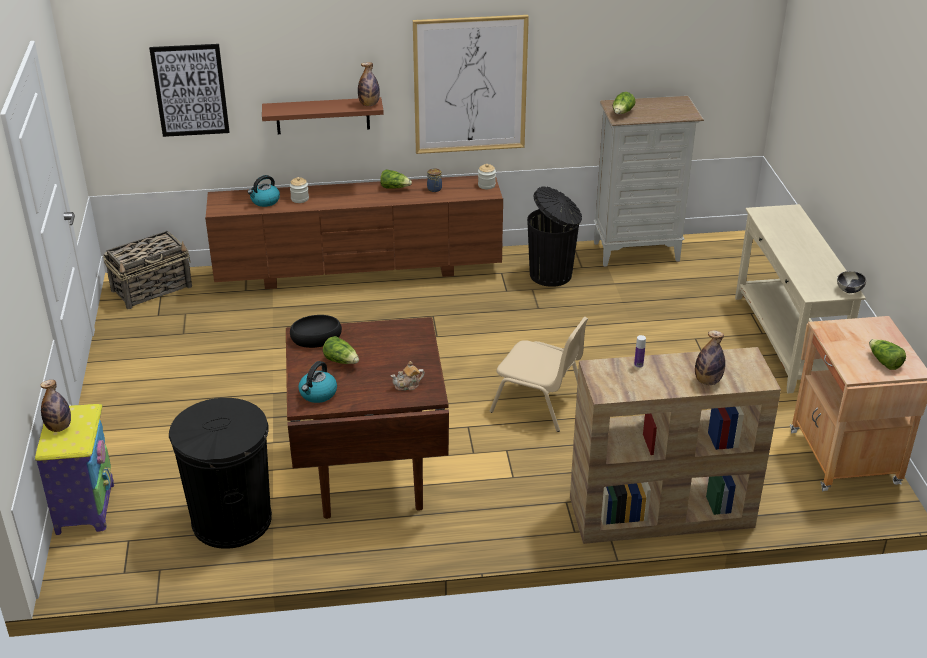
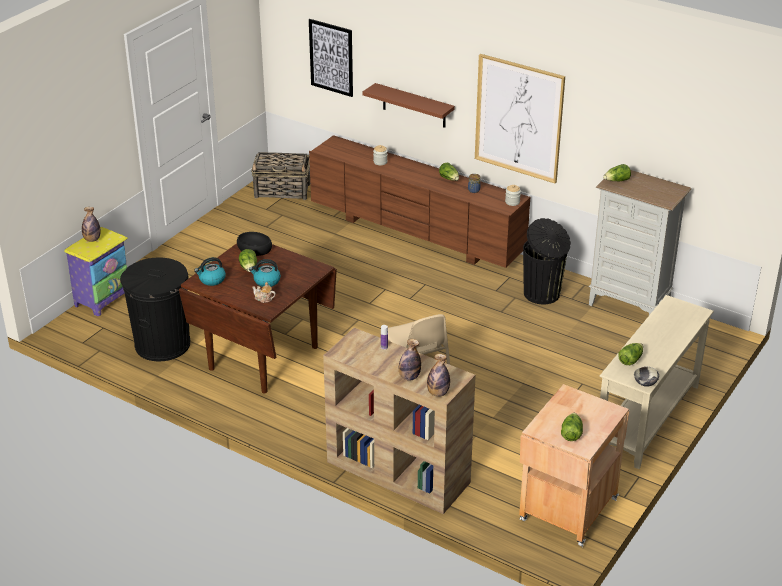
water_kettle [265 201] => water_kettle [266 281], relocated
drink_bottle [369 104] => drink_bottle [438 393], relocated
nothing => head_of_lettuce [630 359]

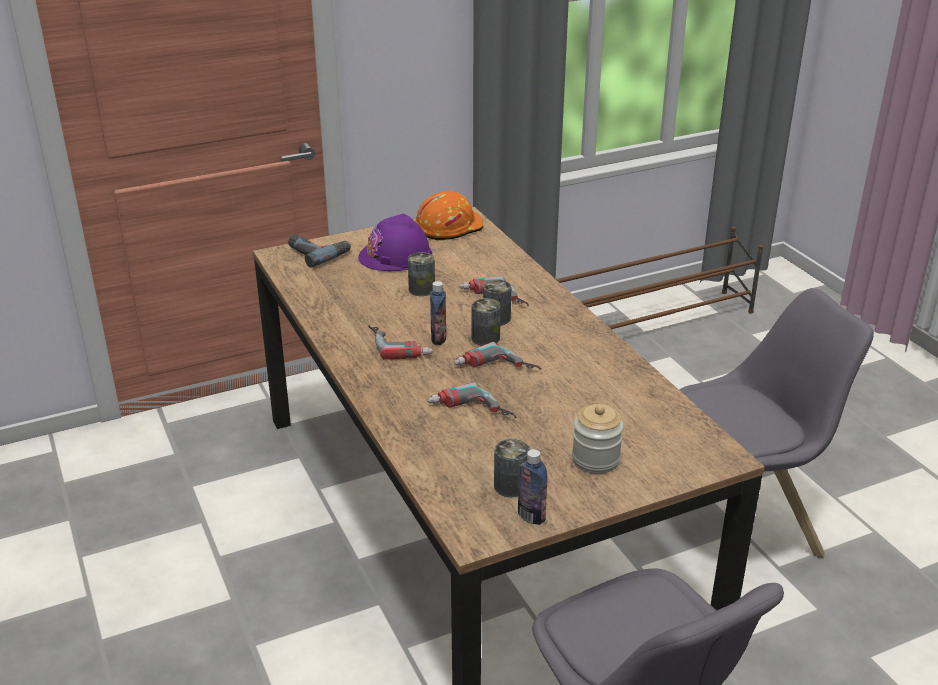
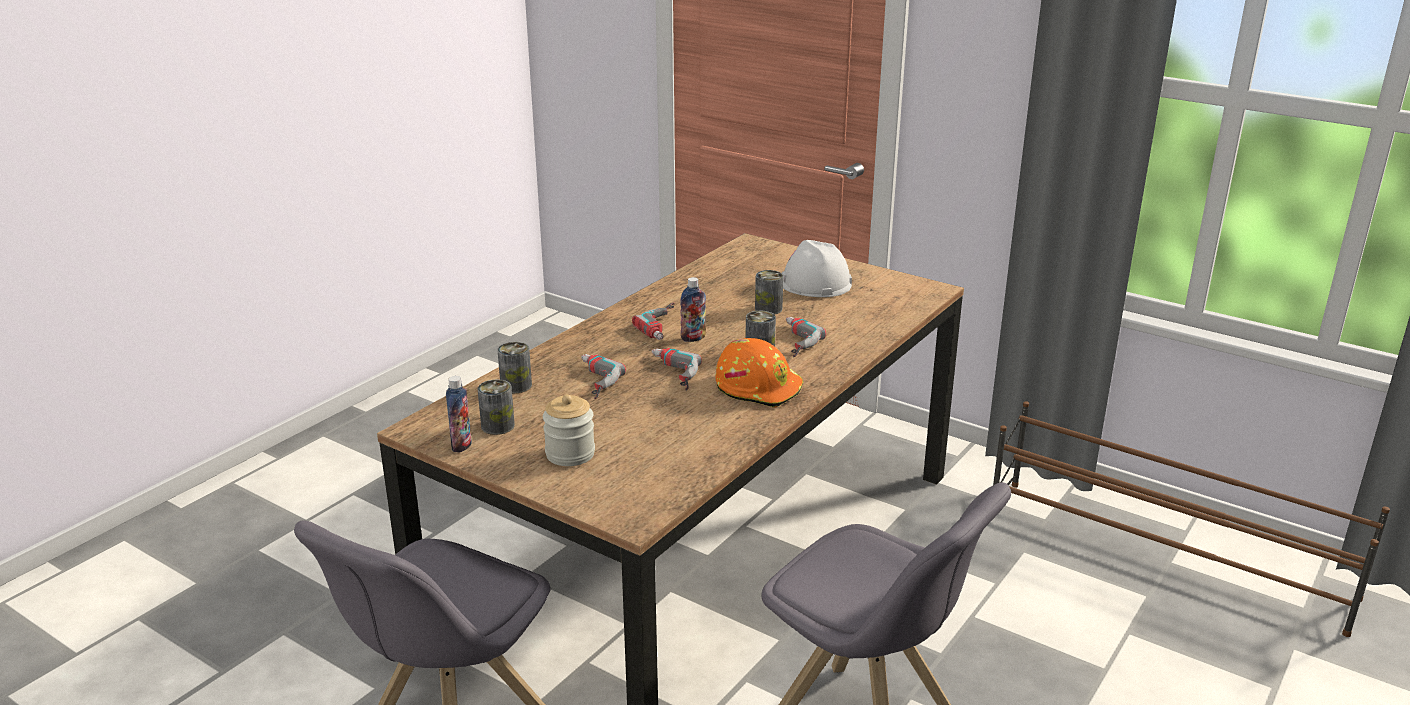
metal_can [485 338] => metal_can [516 385], relocated
orange_work_helmet [448 227] => orange_work_helmet [759 387], relocated
purple_work_helmet [395 256] => whitish_work_helmet [813 283]
drill [318 252] => nothing

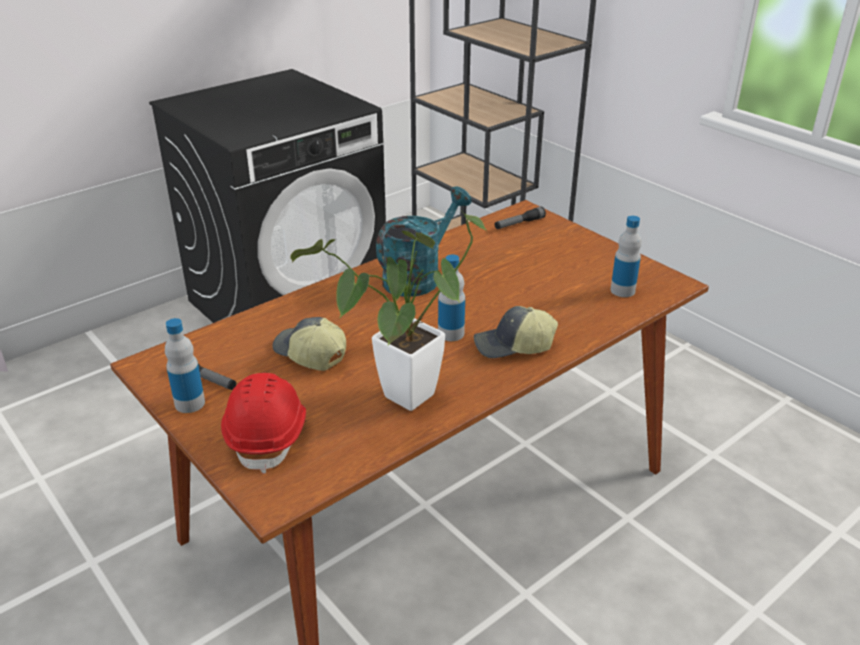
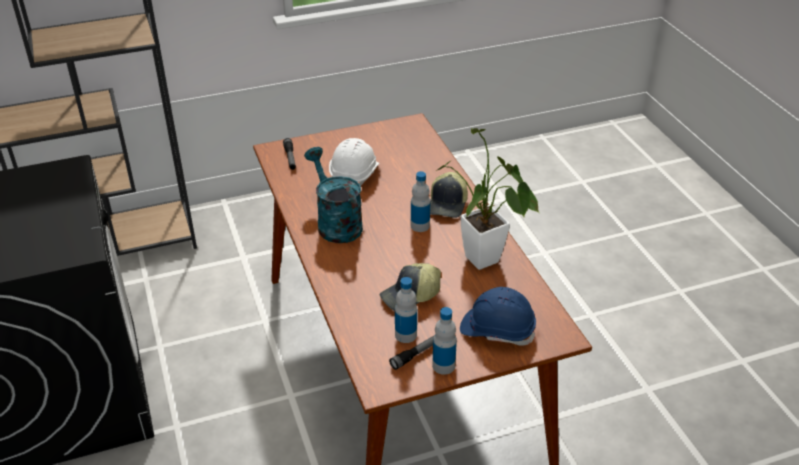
nothing => whitish_work_helmet [355 175]
drink_bottle [622 290] => drink_bottle [405 335], relocated
red-coloured_work_helmet [268 435] => blue_work_helmet [497 330]

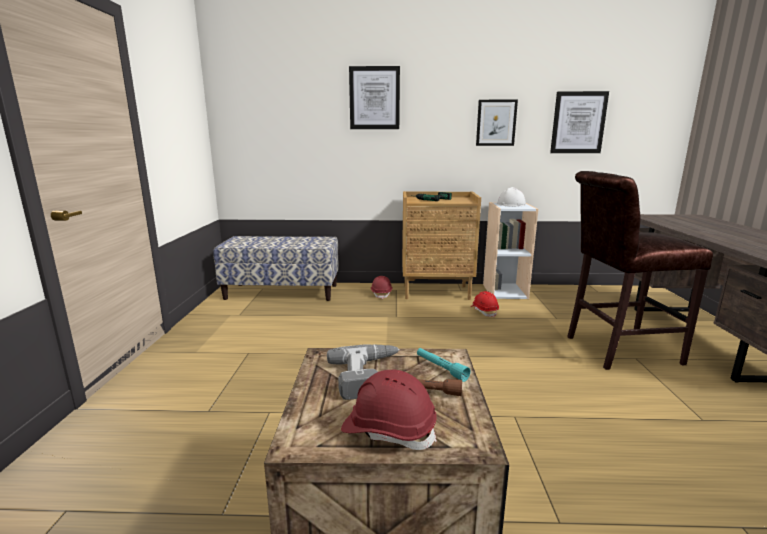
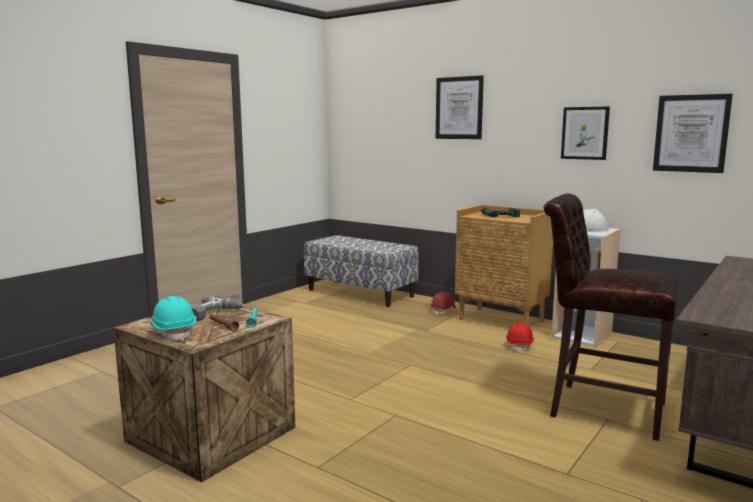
red-coloured_work_helmet [388 430] => blue-green_work_helmet [174 332]

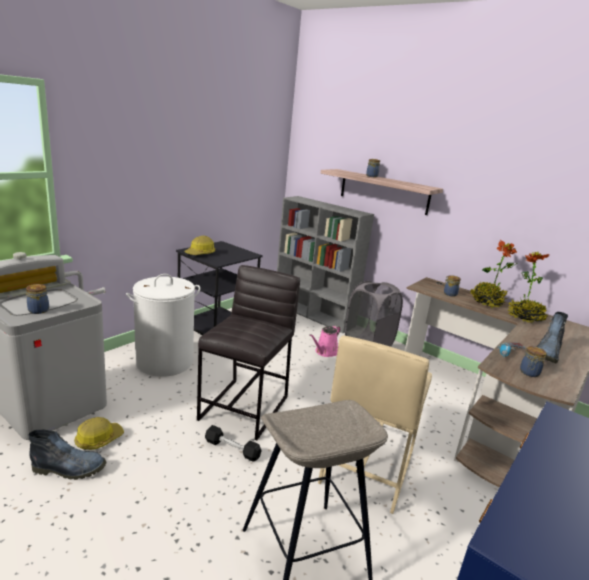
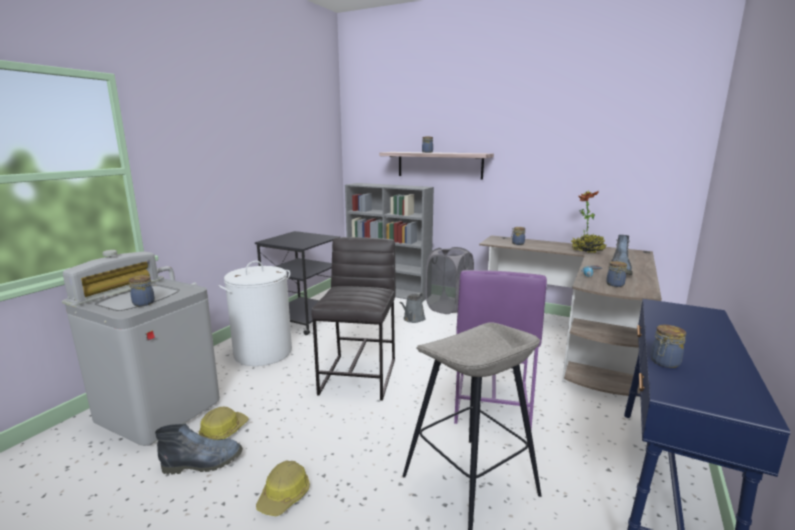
work_helmet [200 253] => work_helmet [284 496], relocated
pinkish_sprinkling_can [325 352] => greyish_sprinkling_can [413 319]
beige-coloured_stool [366 467] => purple_stool [491 402]
nothing => preserve_jar [664 362]
black_dumbbell [232 449] => nothing
potted_plant [486 302] => nothing

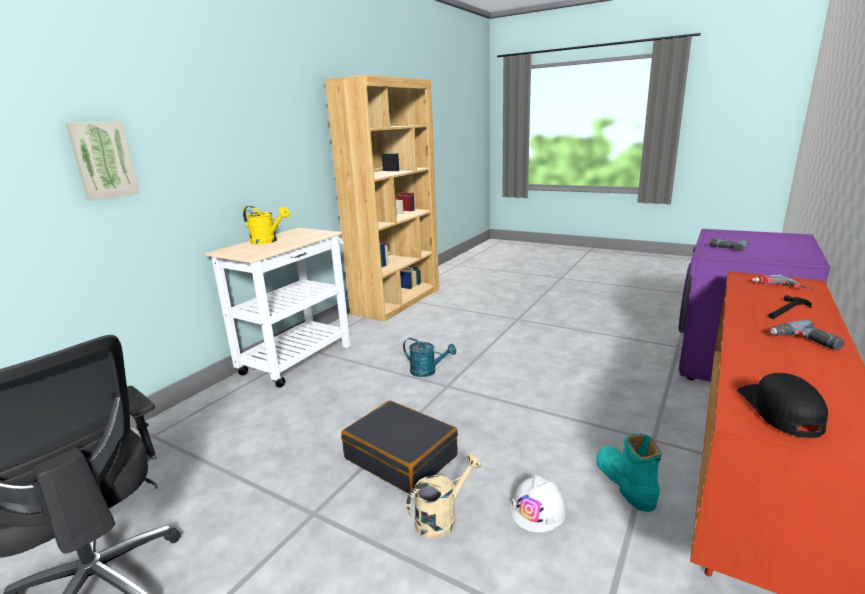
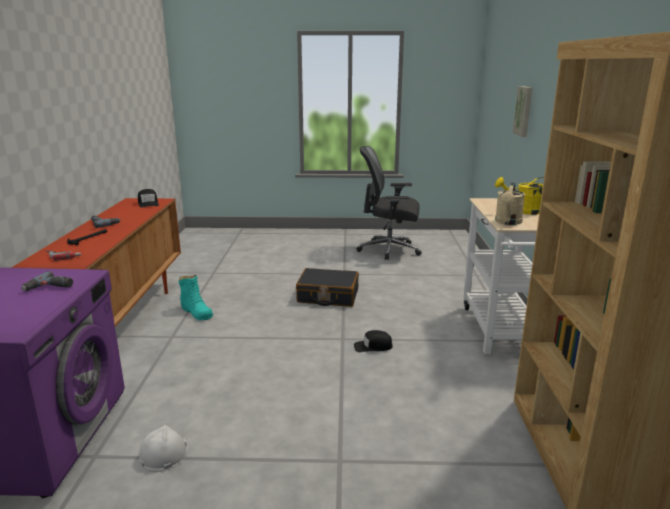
whitish_work_helmet [537 509] => whitish_work_helmet [164 454], relocated
blue-green_sprinkling_can [427 371] => black_peaked_cap [373 346]
beige-coloured_sprinkling_can [442 518] => beige-coloured_sprinkling_can [508 222], relocated

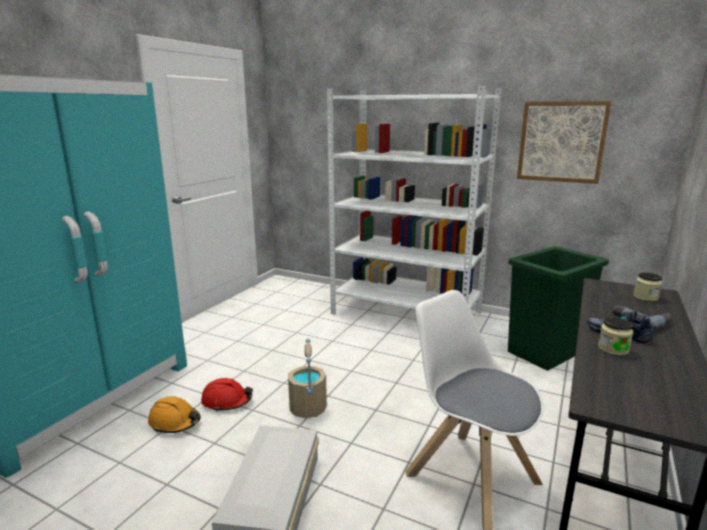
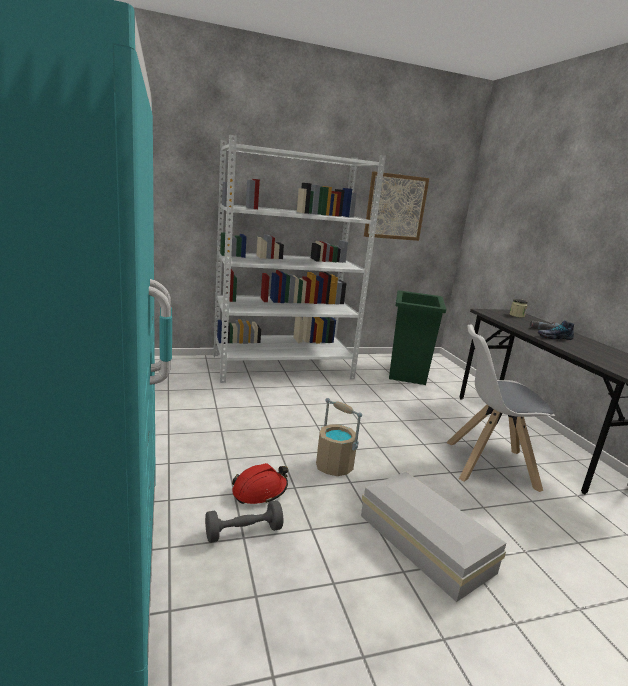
orange_work_helmet [175 422] => greyish_dumbbell [243 532]
preserve_jar [613 349] => nothing

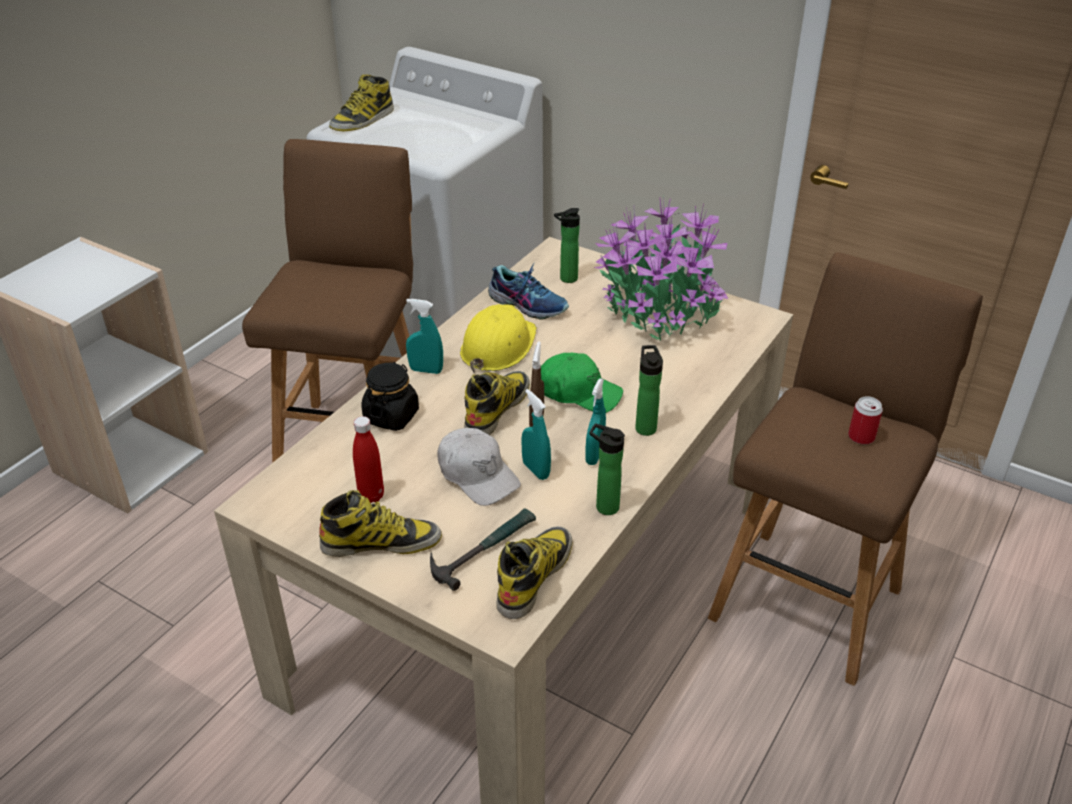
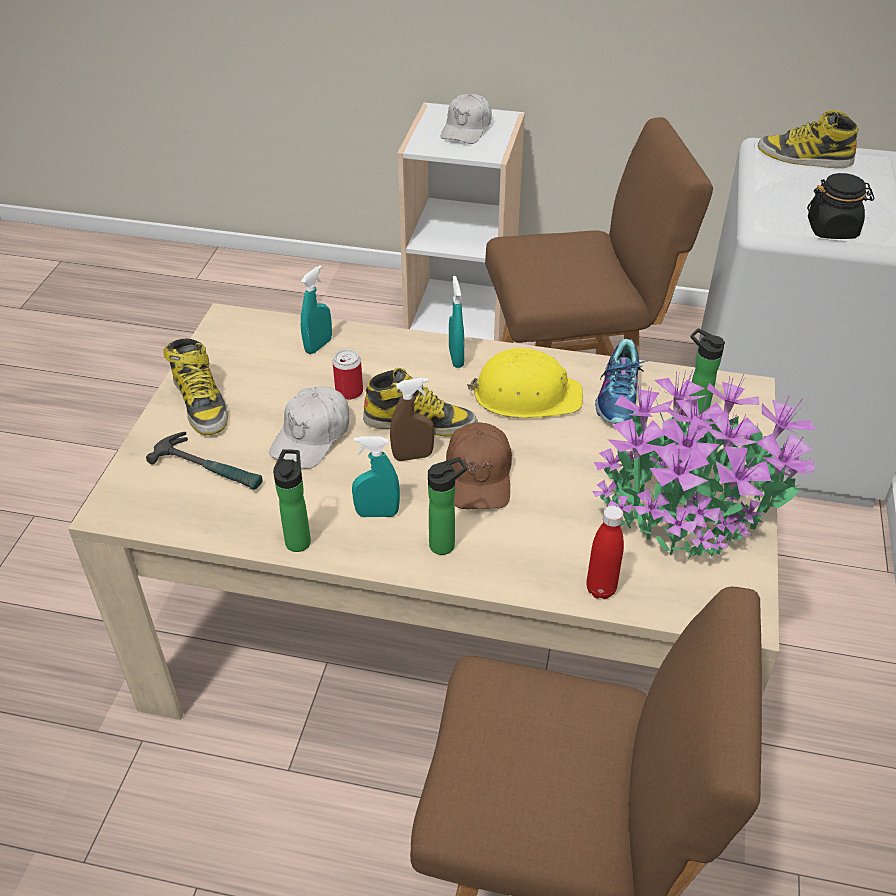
blue-green_spray_bottle [536 470] => blue-green_spray_bottle [318 346], relocated
metal_can [861 437] => metal_can [349 392], relocated
nothing => whitish_peaked_cap [466 129]
green_peaked_cap [579 392] => brown-coloured_peaked_cap [479 476]
red-coloured_drink_bottle [371 496] => red-coloured_drink_bottle [600 589], relocated
black_preserve_jar [391 416] => black_preserve_jar [832 229], relocated
high-top_boot [534 575] => nothing

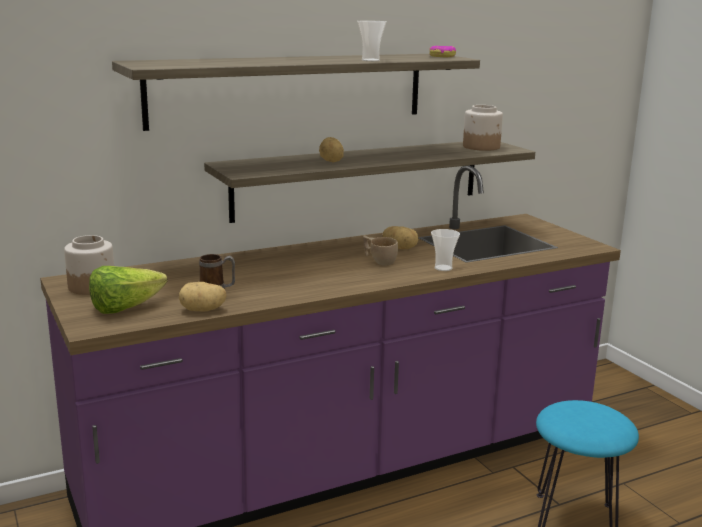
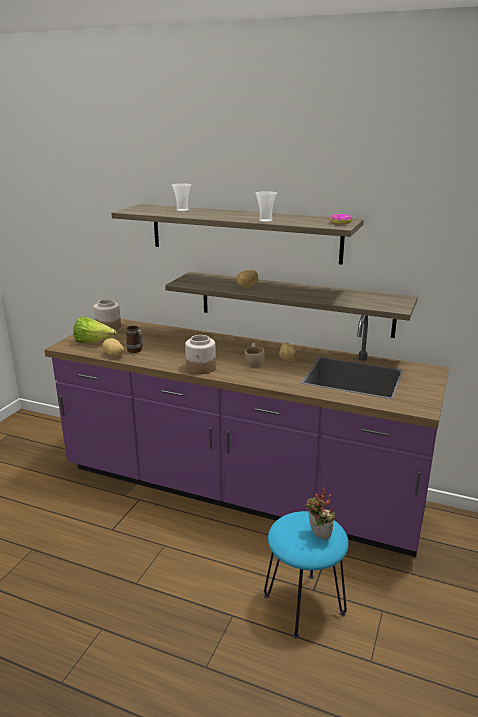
drinking_cup [443 268] => drinking_cup [182 210], relocated
preserve_jar [481 147] => preserve_jar [201 368], relocated
nothing => potted_plant [317 535]

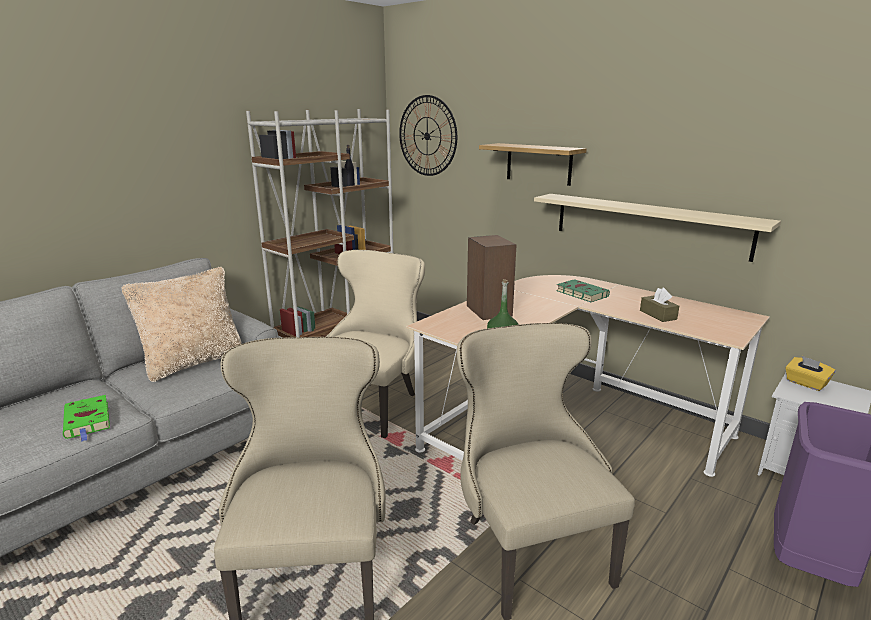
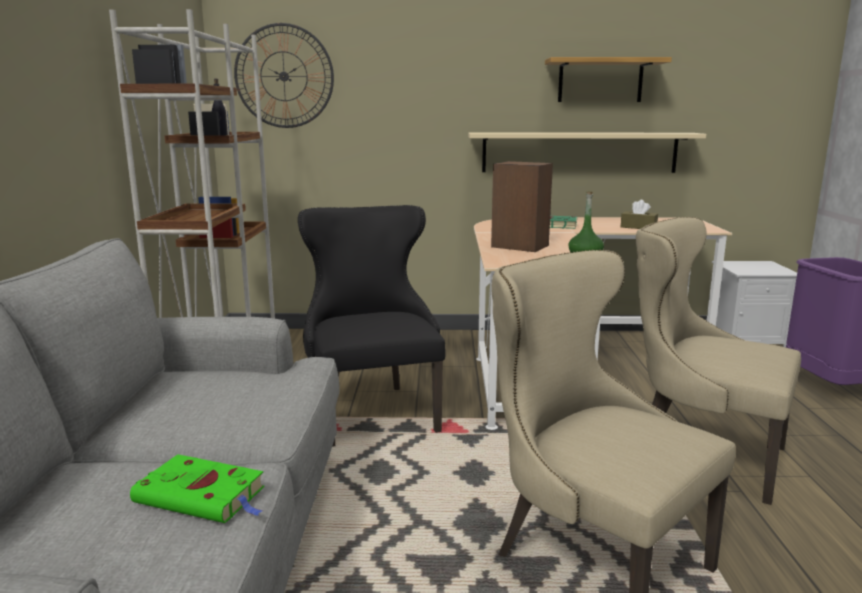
beige-coloured_upright_chair [373 405] => black_upright_chair [373 411]
shelf [539 164] => shelf [600 81], relocated
beige-coloured_throw_pillow [195 363] => nothing
yellow_tissue_box [805 383] => nothing

